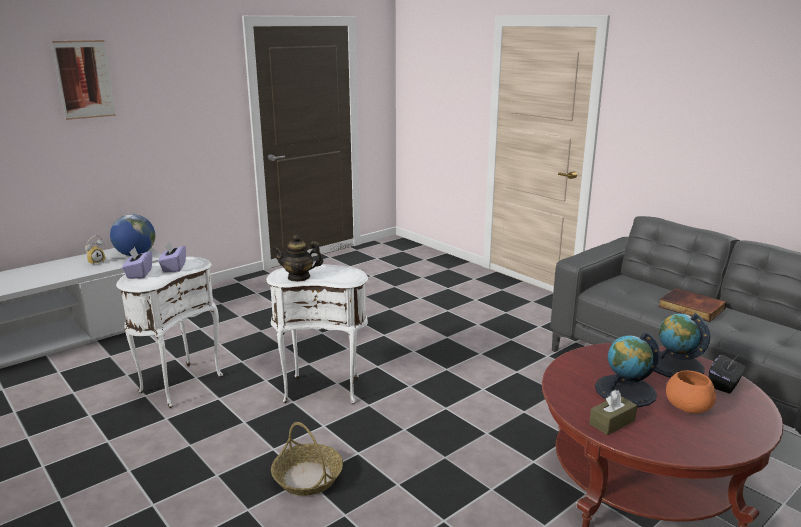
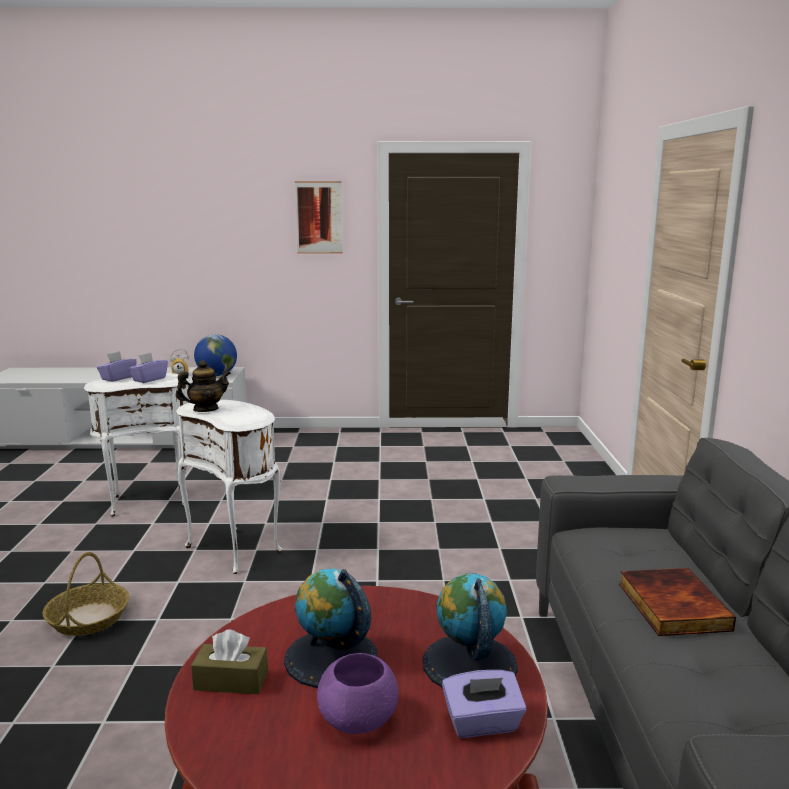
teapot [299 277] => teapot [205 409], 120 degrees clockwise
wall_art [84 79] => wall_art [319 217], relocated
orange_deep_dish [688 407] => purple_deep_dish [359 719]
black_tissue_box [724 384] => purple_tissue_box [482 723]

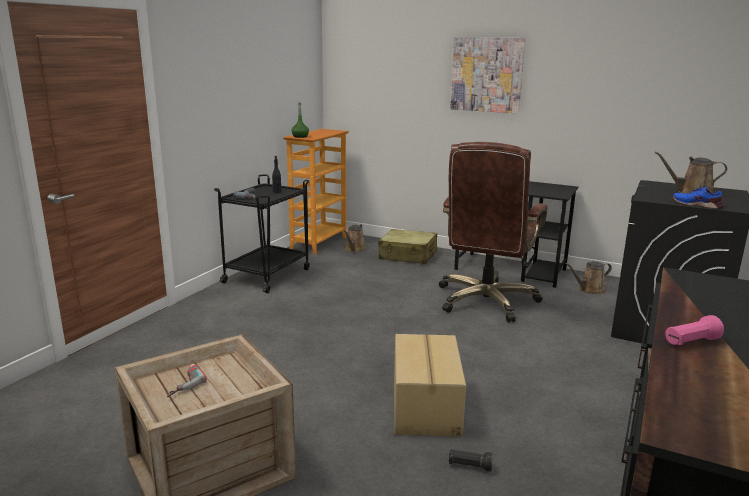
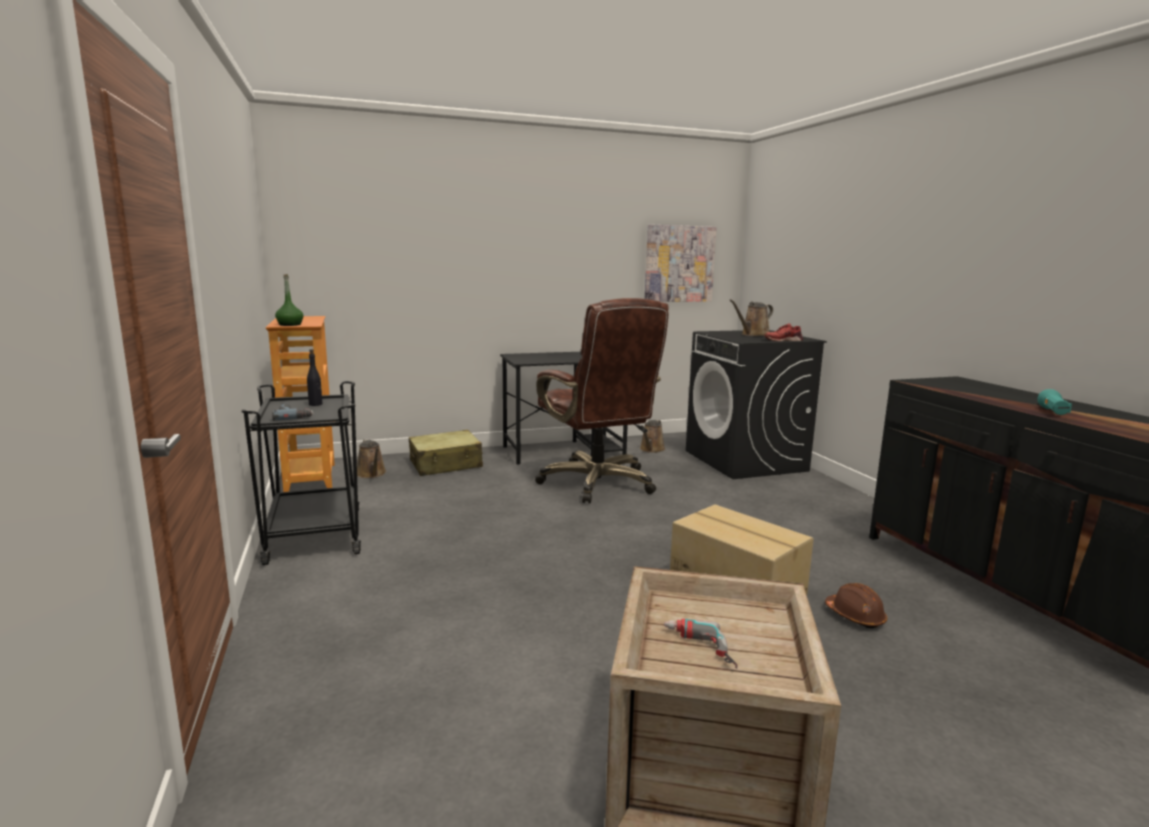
wall_art [487 74] => wall_art [679 264], relocated
blue_item_of_footwear [697 204] => red-coloured_item_of_footwear [783 340]
black_flashlight [469 466] => brown-coloured_work_helmet [855 616]
pinkish_flashlight [690 342] => blue-green_flashlight [1053 412]

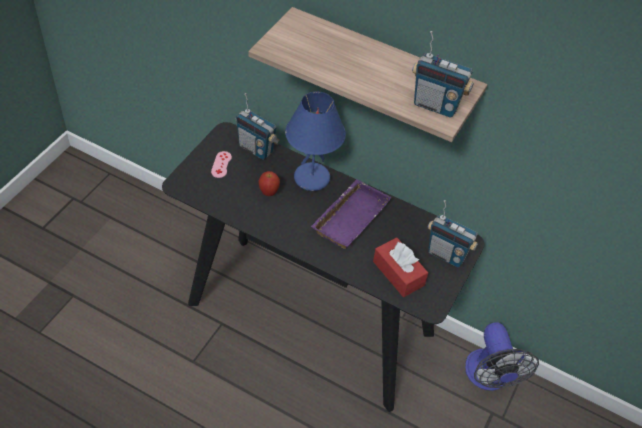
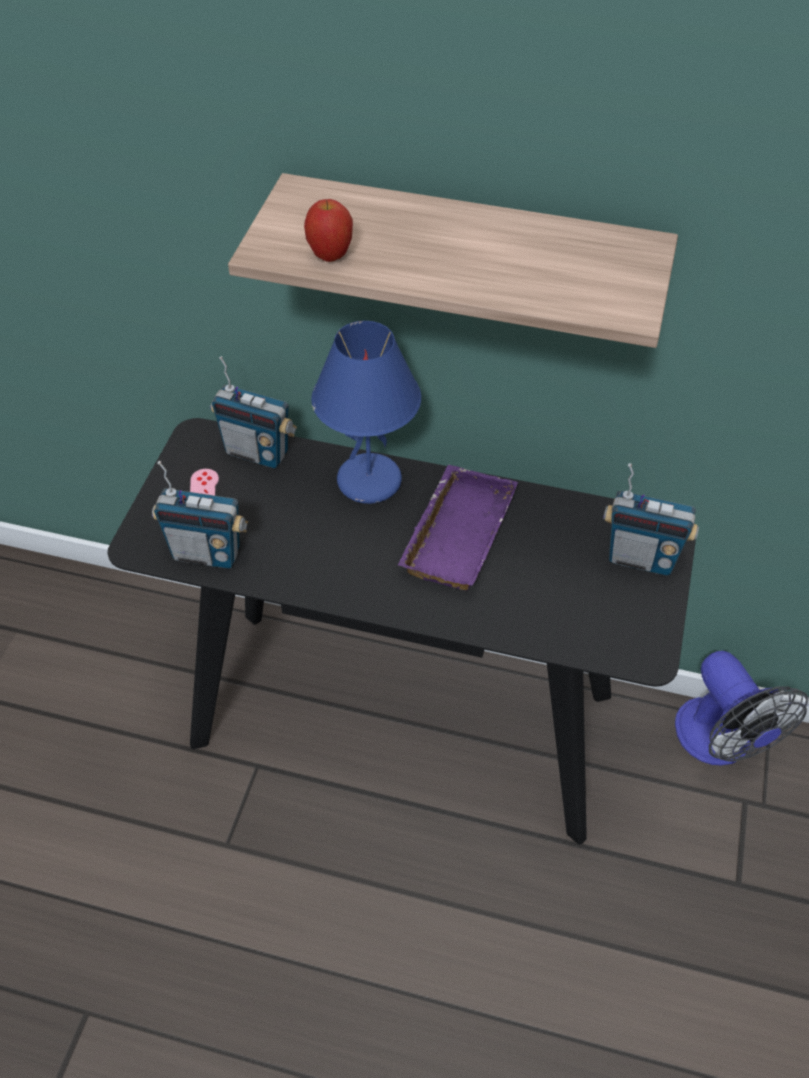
radio [436 105] => radio [207 553], relocated
apple_fruit [269 192] => apple_fruit [330 256], relocated
red-coloured_tissue_box [398 273] => nothing

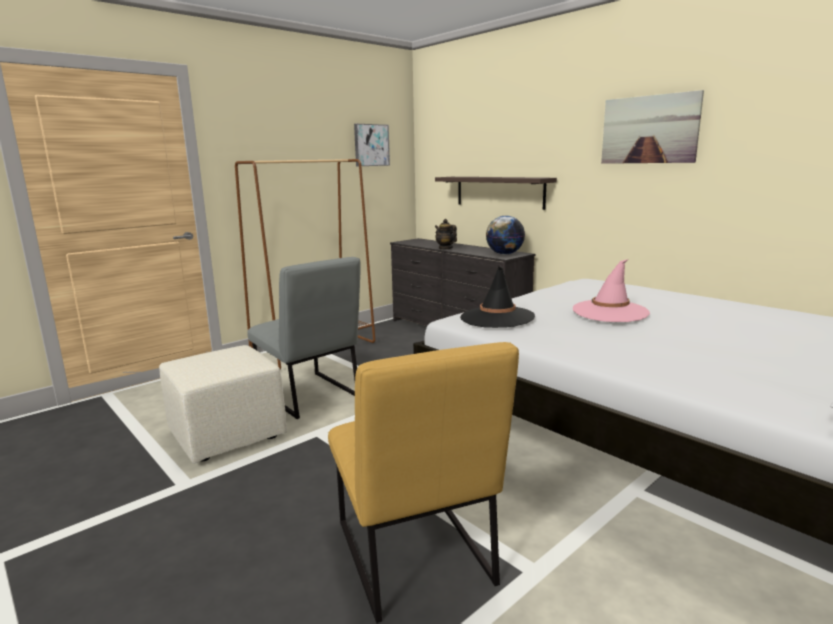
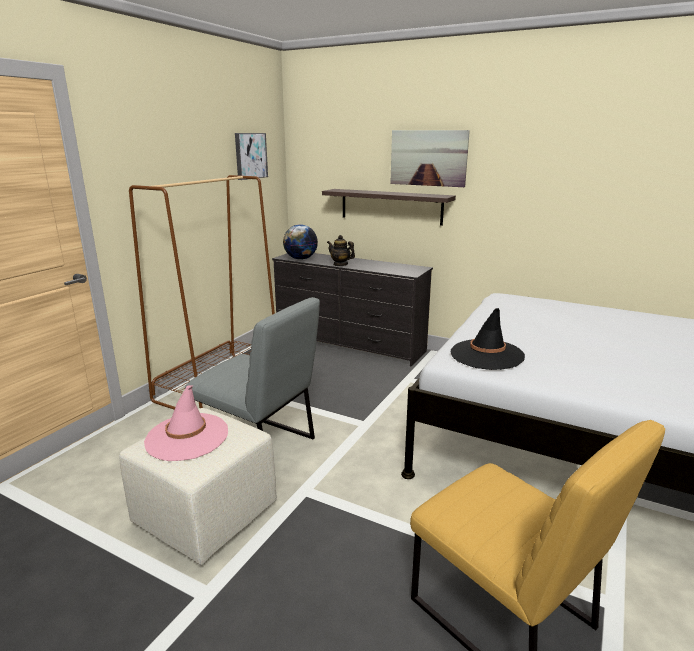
pinkish_hat [610 312] => pinkish_hat [187 437], relocated
world_globe [504 254] => world_globe [300 259], relocated
wall_art [649 129] => wall_art [428 158], relocated

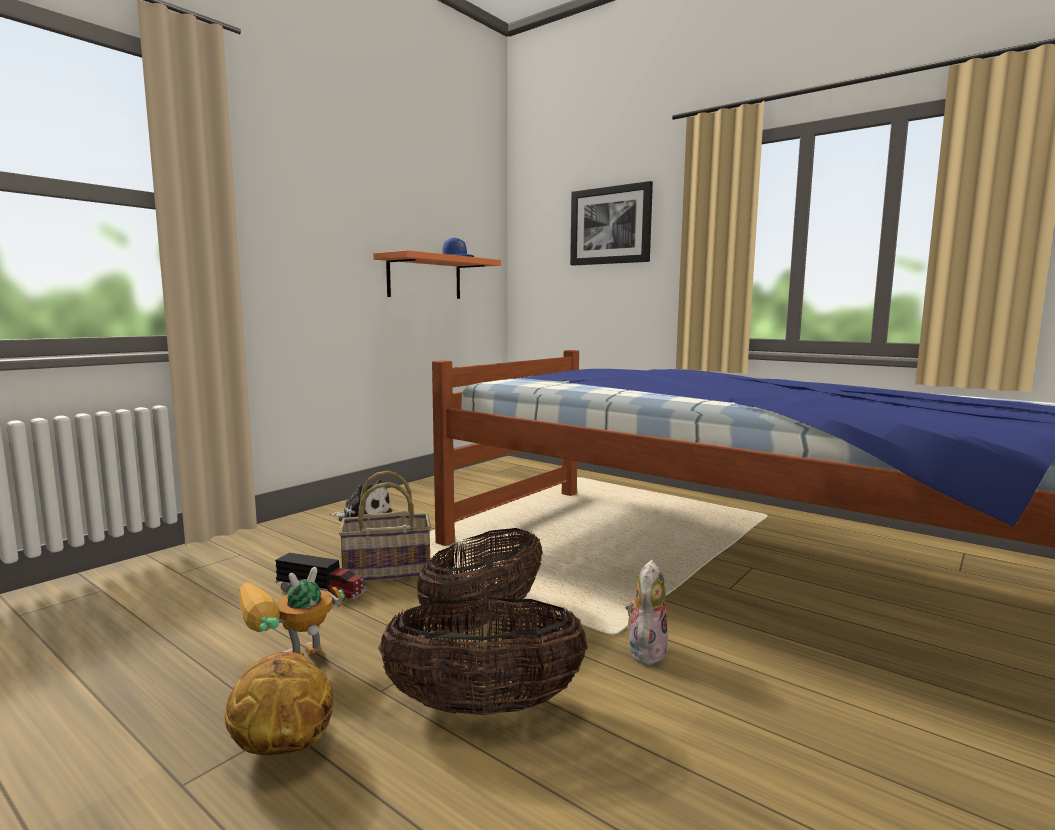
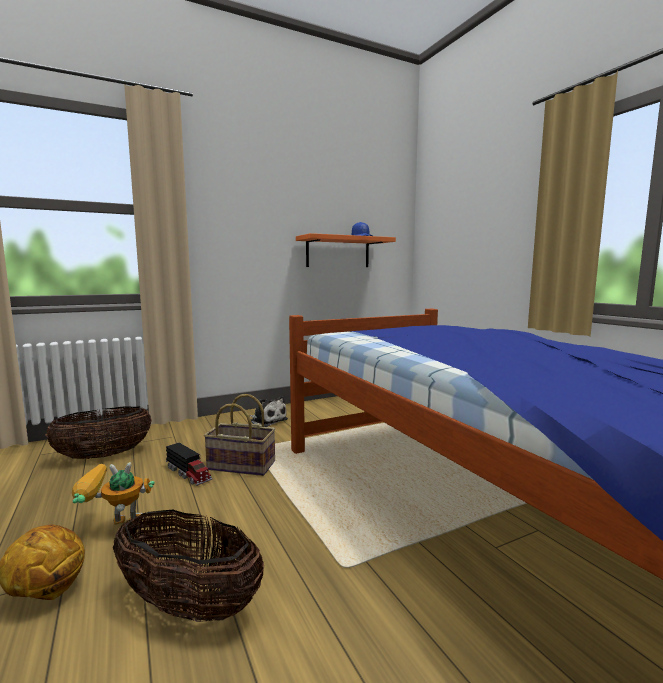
household_basket [484 618] => household_basket [104 455], relocated
wall_art [610 225] => nothing
cuddly_toy [645 651] => nothing

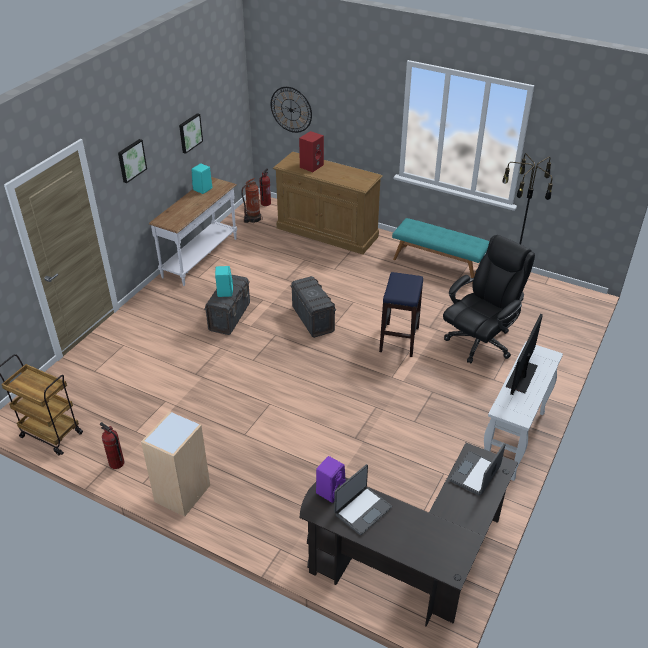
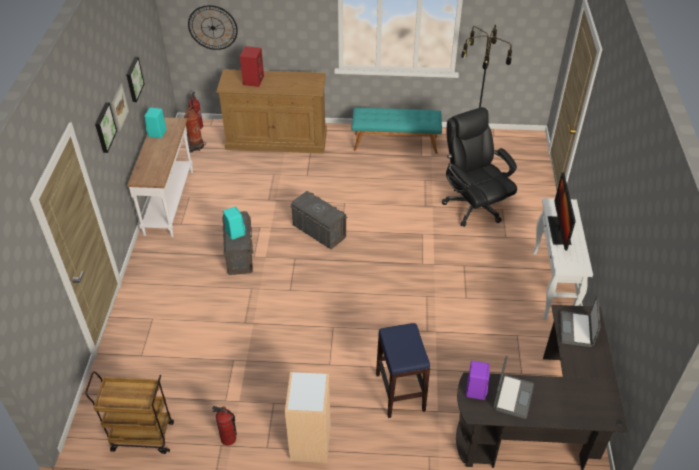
nothing => wall_art [119 107]
stool [399 340] => stool [400 392], relocated
black_desk_chair [479 342] => black_desk_chair [474 206], 45 degrees counterclockwise

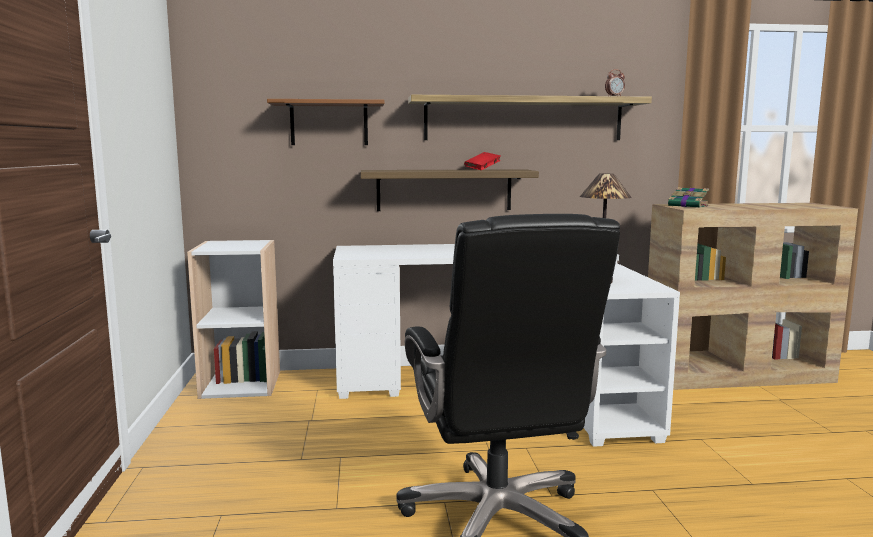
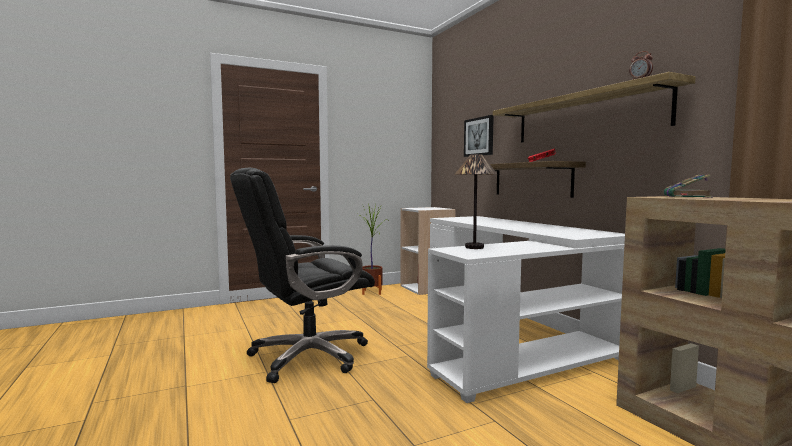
nothing => potted_plant [372 292]
brown-coloured_shelf [329 123] => wall_art [479 137]

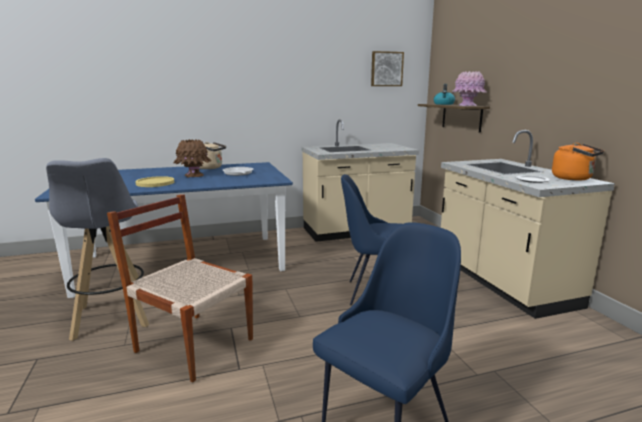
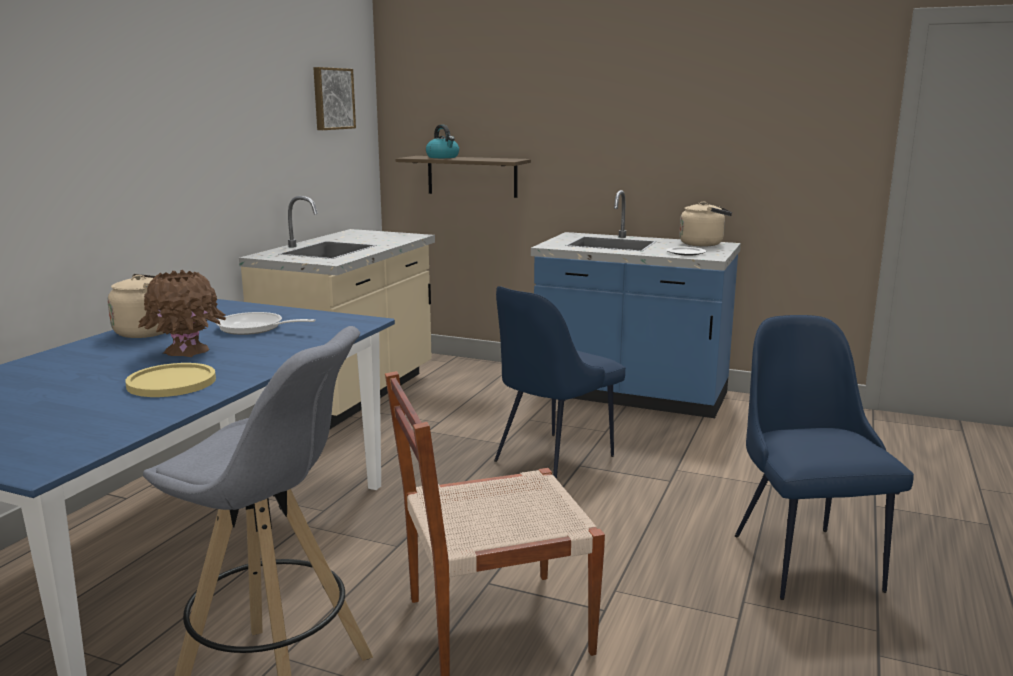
beige-coloured_counter [502 282] => blue_counter [630 396]
orange_water_kettle [574 178] => beige-coloured_water_kettle [704 244]
pinkish_flower_vase [467 105] => nothing

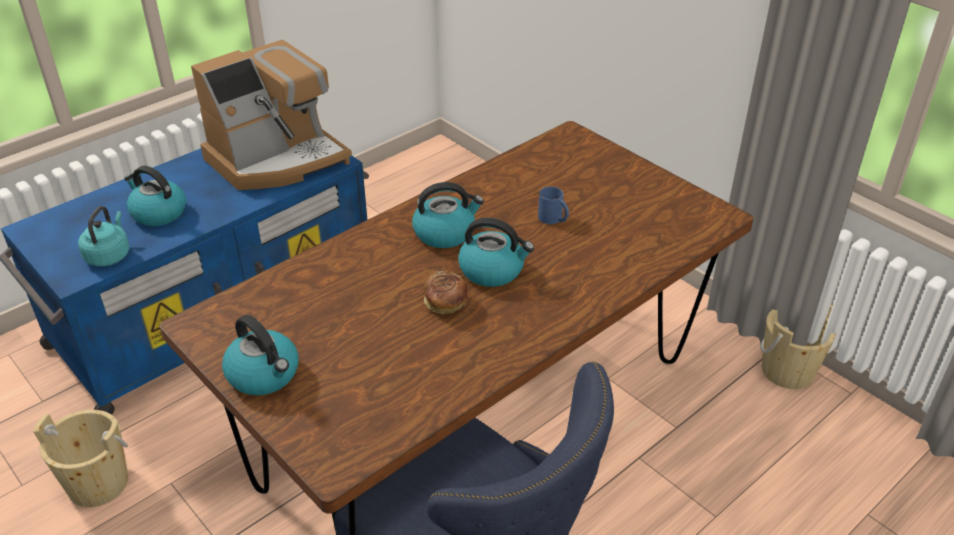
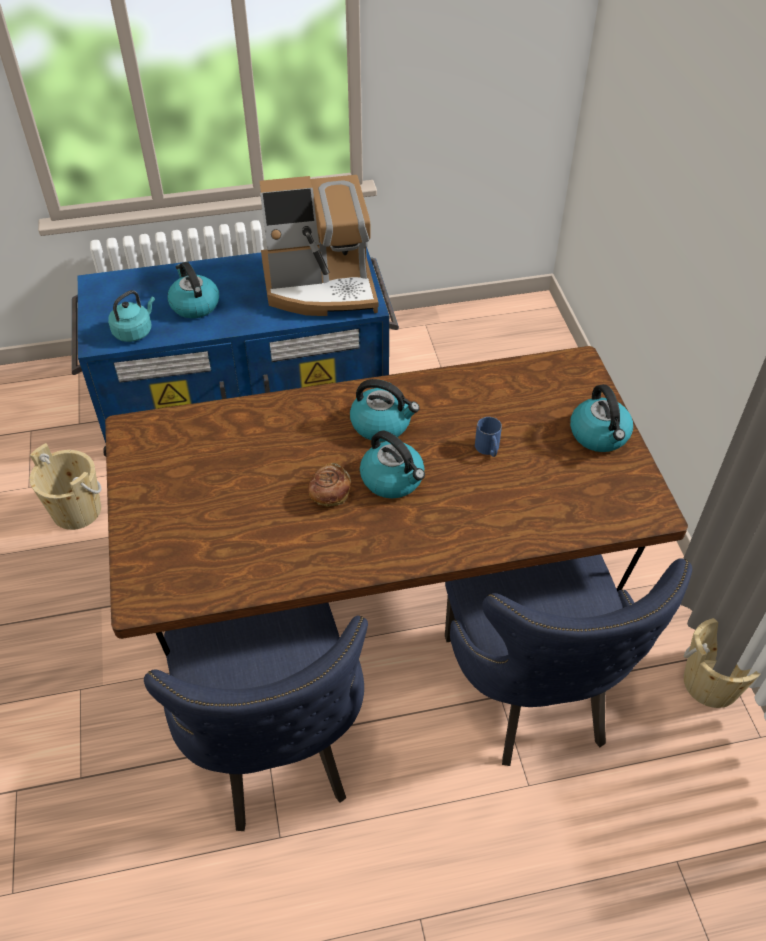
nothing => blue_upright_chair [533 692]
water_kettle [264 374] => water_kettle [600 435], relocated

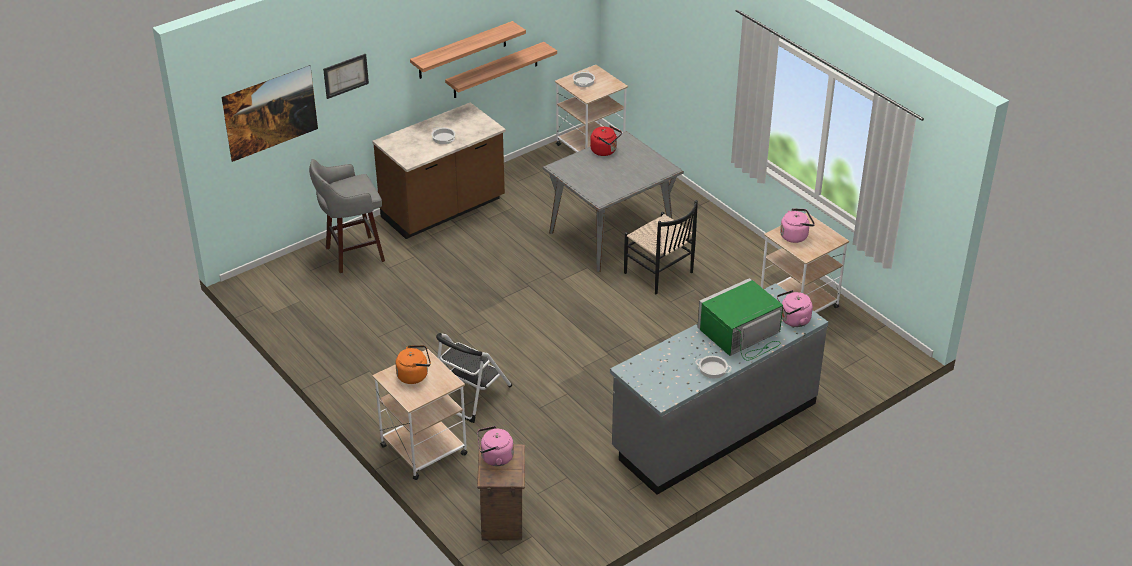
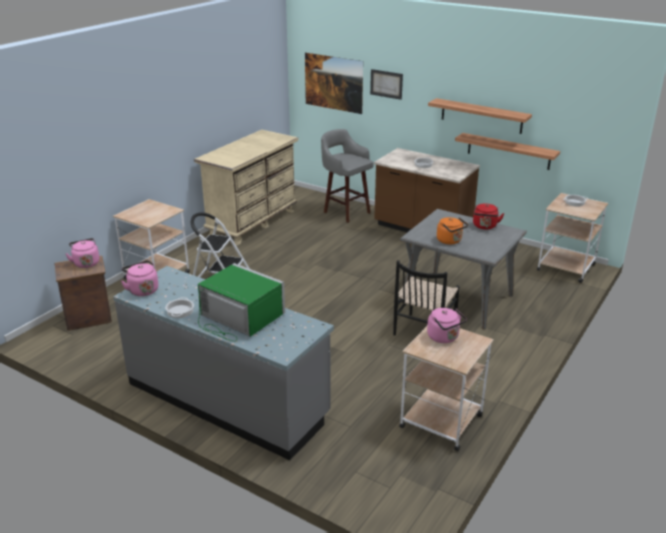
pinkish_water_kettle [793 320] => pinkish_water_kettle [142 290], relocated
nothing => beige-coloured_drawer_chest [252 222]
orange_water_kettle [414 375] => orange_water_kettle [450 241], relocated

